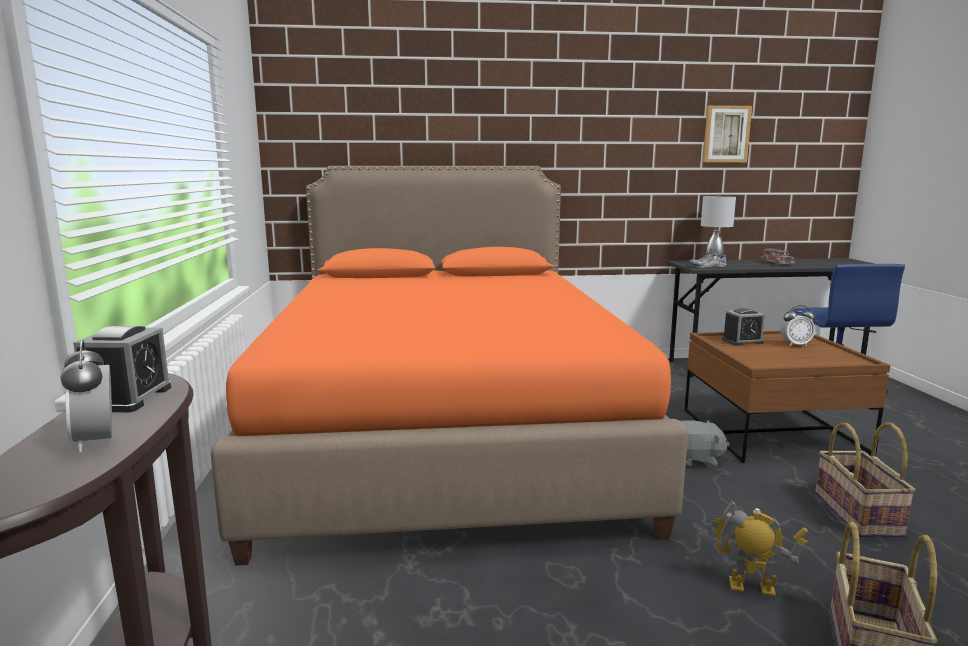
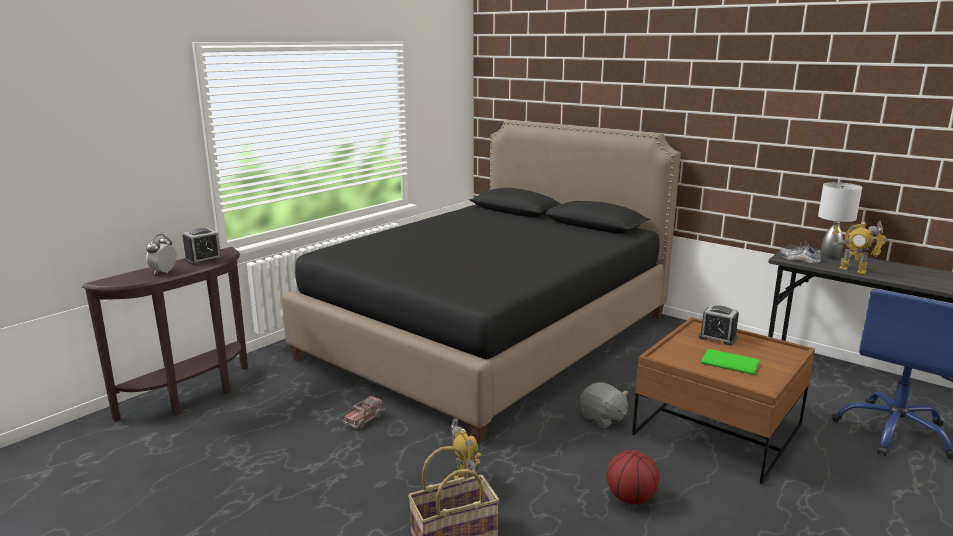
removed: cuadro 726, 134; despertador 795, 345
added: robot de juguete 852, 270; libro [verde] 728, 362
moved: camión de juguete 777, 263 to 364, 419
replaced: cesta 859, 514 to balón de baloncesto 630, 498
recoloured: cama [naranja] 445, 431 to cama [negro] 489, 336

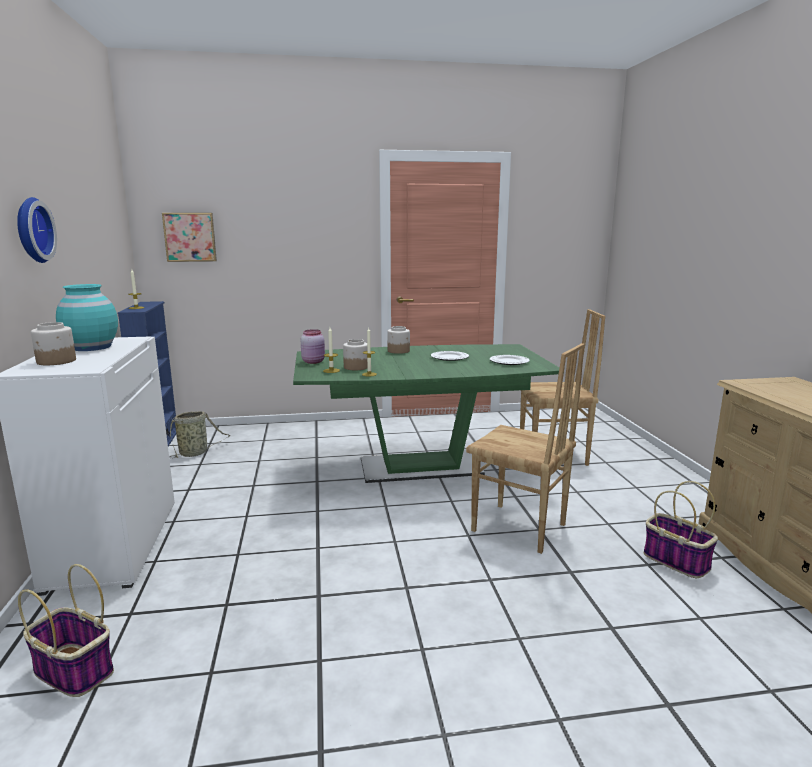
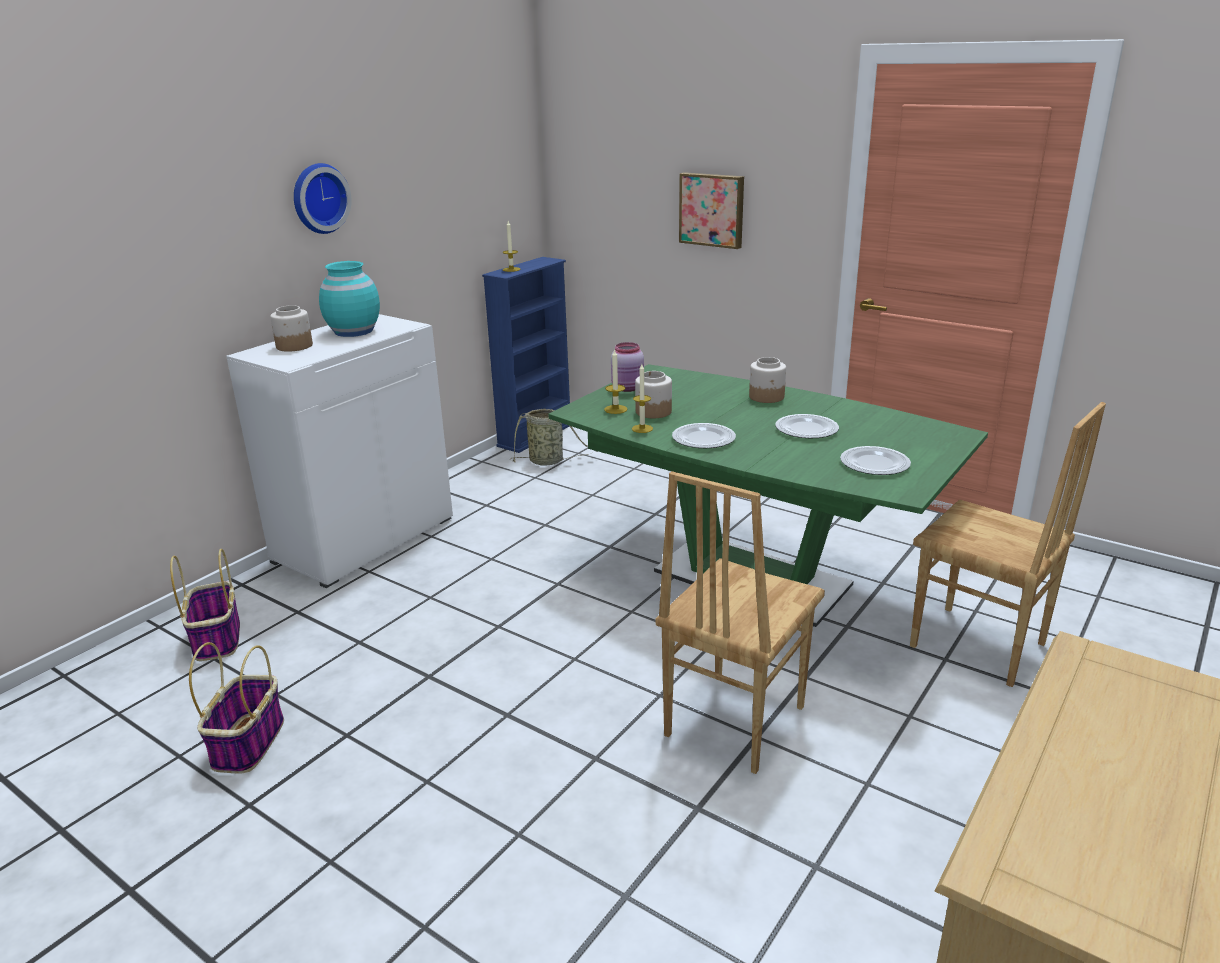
added: plato 703, 439
moved: cuadro 190, 237 to 712, 209; cesta 674, 560 to 248, 742
turned: silla [marrón] 518, 528 = 732, 721 45 degrees clockwise

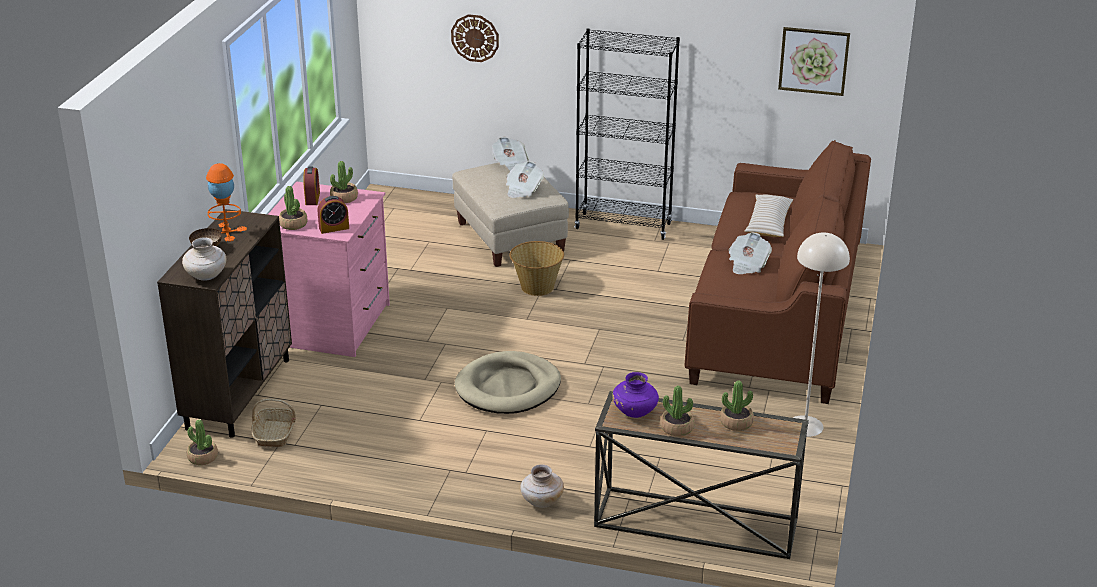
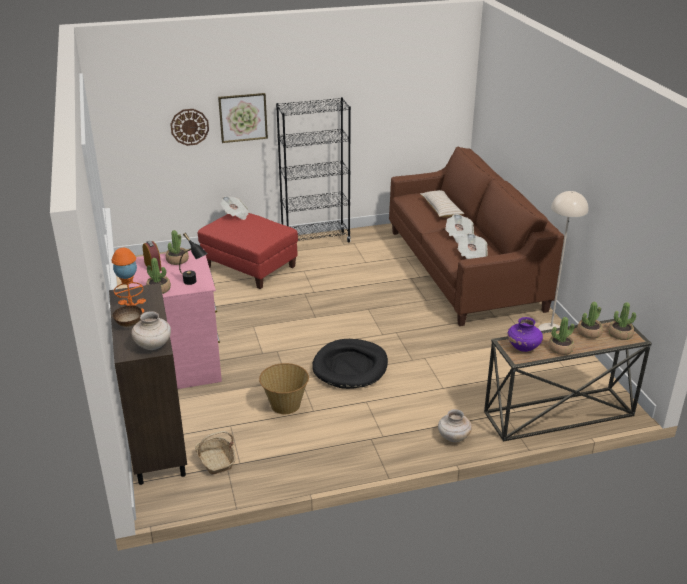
moved: cuadro 813, 60 to 243, 117; periódico 523, 190 to 472, 257; cesta 537, 287 to 285, 405; planta en maceta 202, 457 to 620, 334
replaced: despertador 334, 228 to lámpara de mesa [negro] 194, 283
recoloured: puf [beis] 510, 238 to puf [rojo] 250, 268; cama para perro [beis] 508, 387 to cama para perro [negro] 350, 367

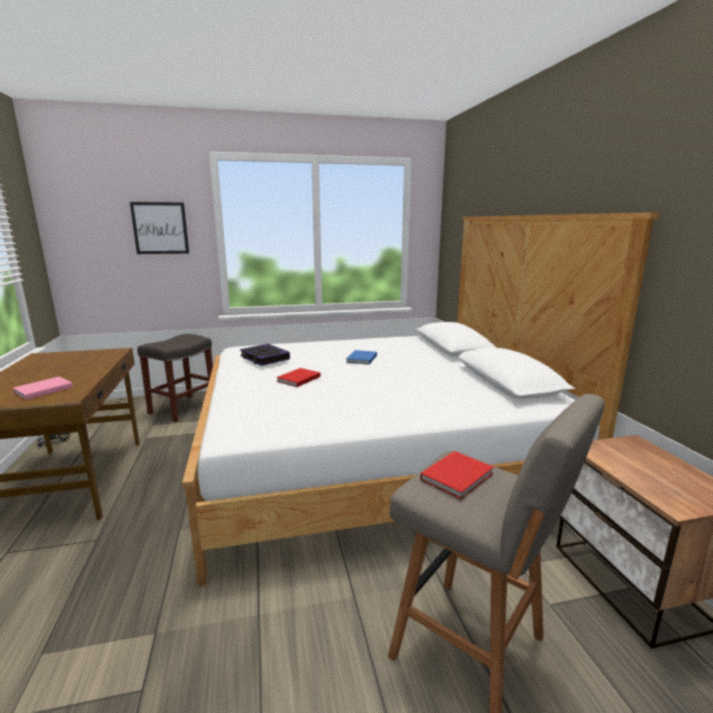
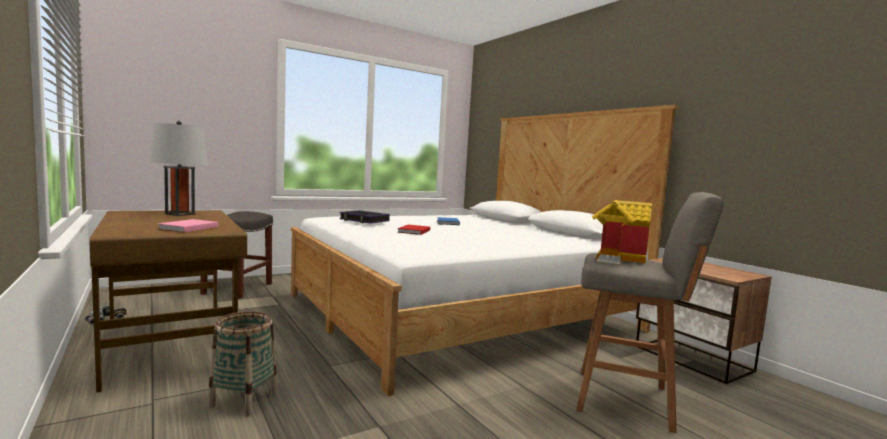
removed: cuadro 160, 228
added: lámpara de mesa [gris] 179, 214; cesta 243, 399
replaced: libro [rojo] 459, 476 to casita 617, 258

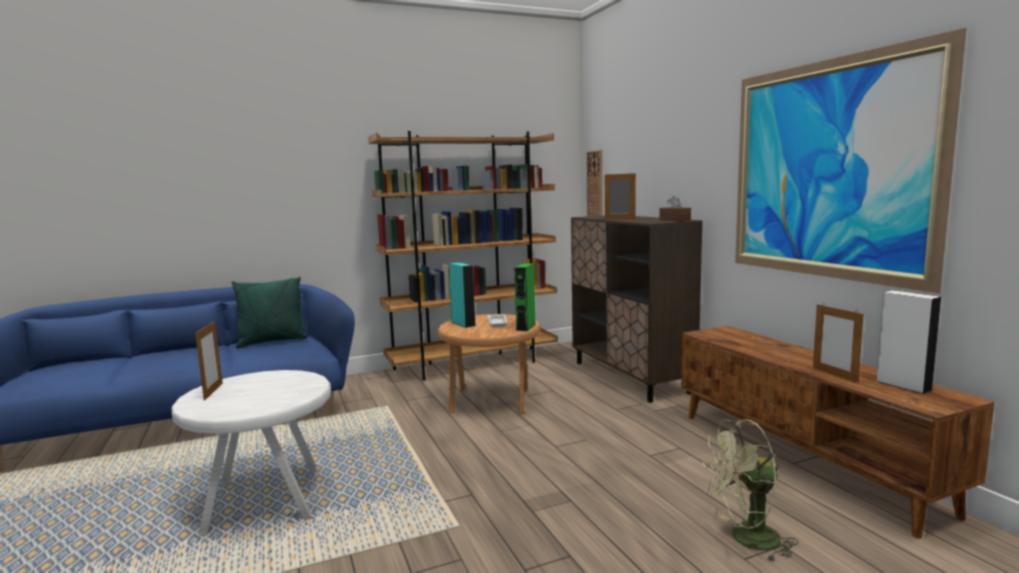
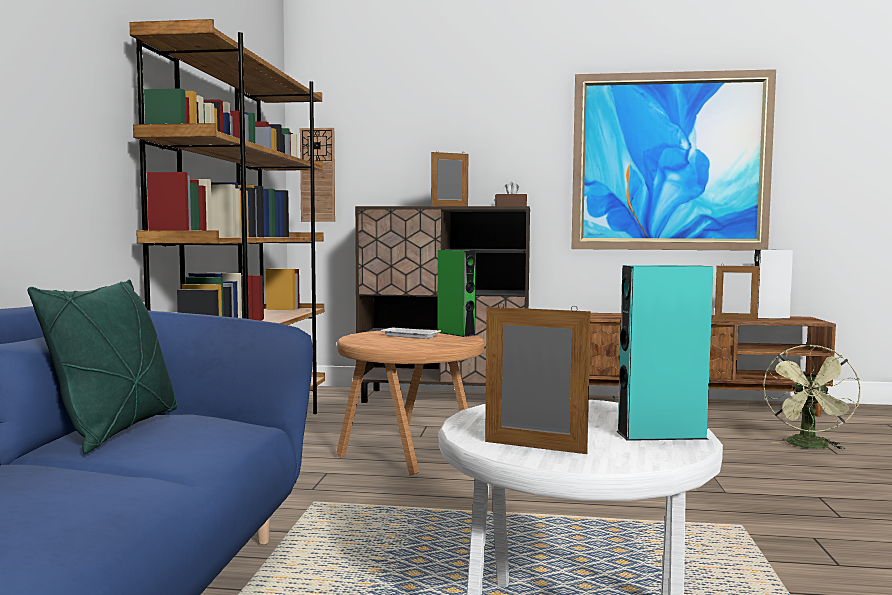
moved: altavoz [turquesa] 463, 324 to 661, 435

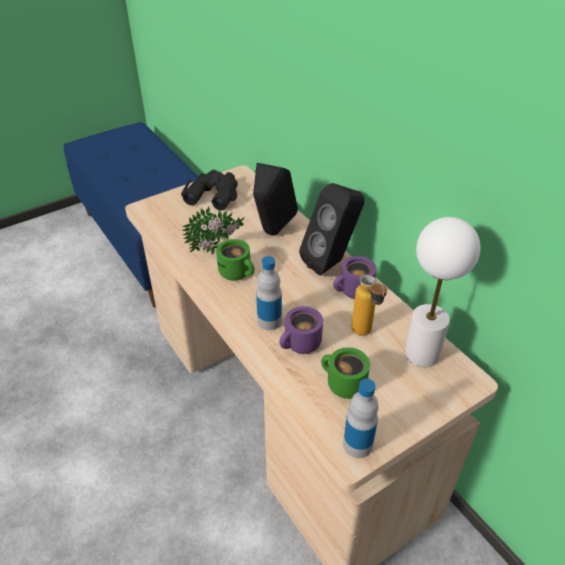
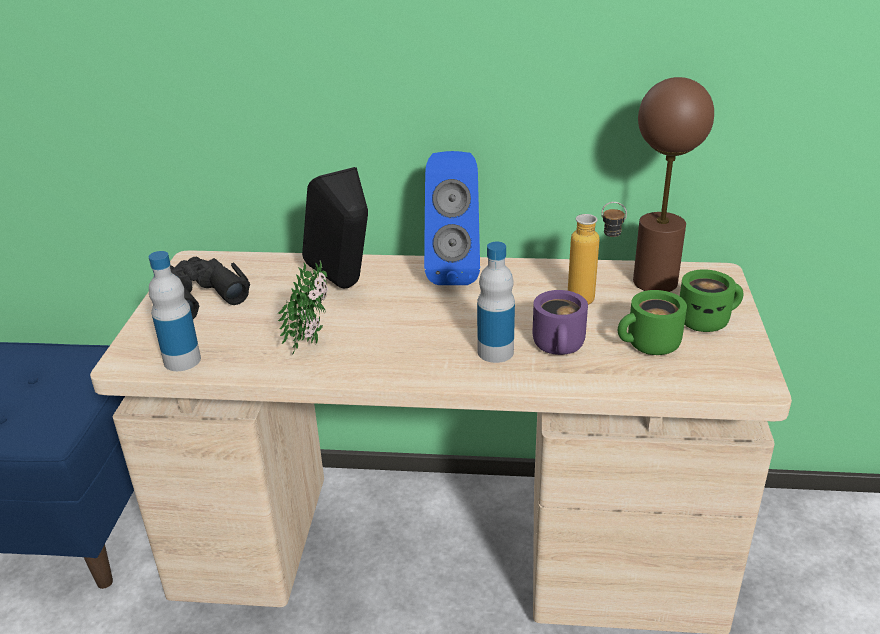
removed: taza grande [morado] 354, 292
moved: taza grande [verde] 238, 272 to 705, 320; botella 357, 444 to 182, 360
recoloured: altavoz [negro] 332, 262 to altavoz [azul] 453, 271; lámpara de mesa [blanco] 421, 353 to lámpara de mesa [marrón] 654, 282

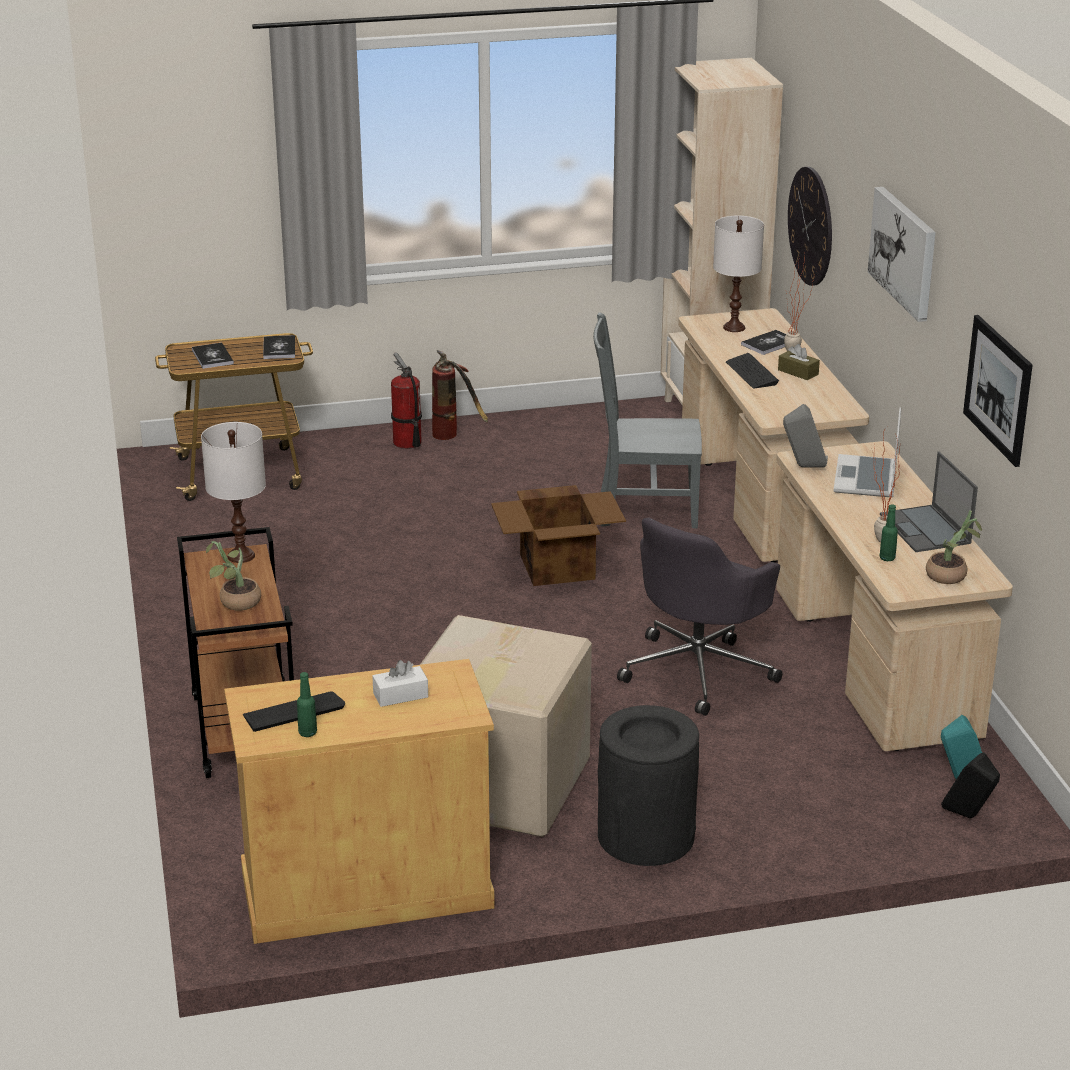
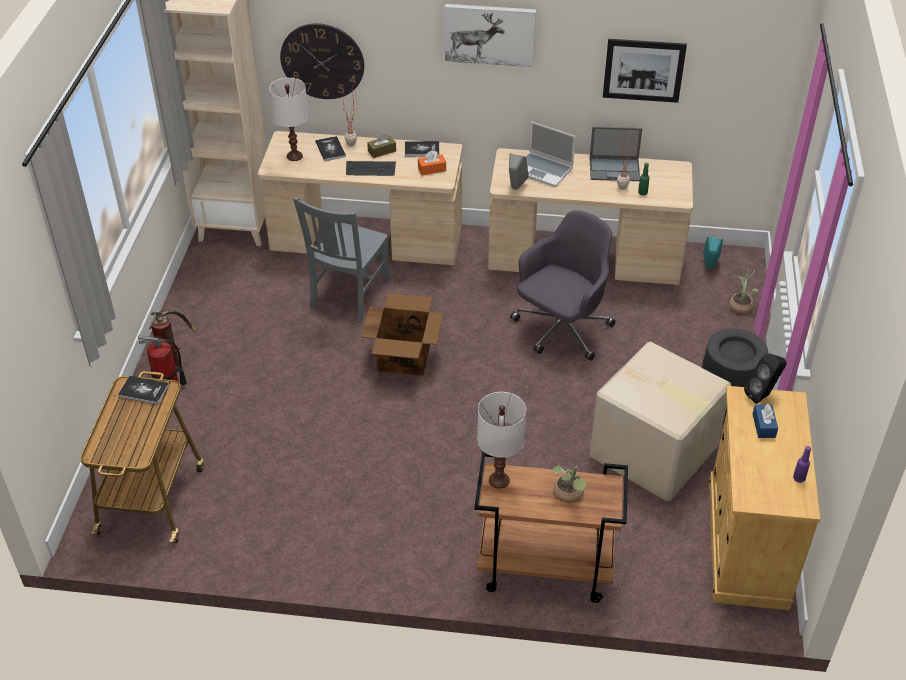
removed: teclado 293, 712
added: caja de pañuelos [naranja] 432, 169
moved: libro 212, 357 to 422, 149; planta en maceta 951, 576 to 741, 305; altavoz [negro] 968, 816 to 762, 395
recoloured: caja de pañuelos [blanco] 400, 695 to caja de pañuelos [azul] 763, 425; botella [verde] 307, 733 to botella [morado] 799, 478
turned: silla de oficina [gris] 699, 670 = 561, 330 105 degrees counterclockwise

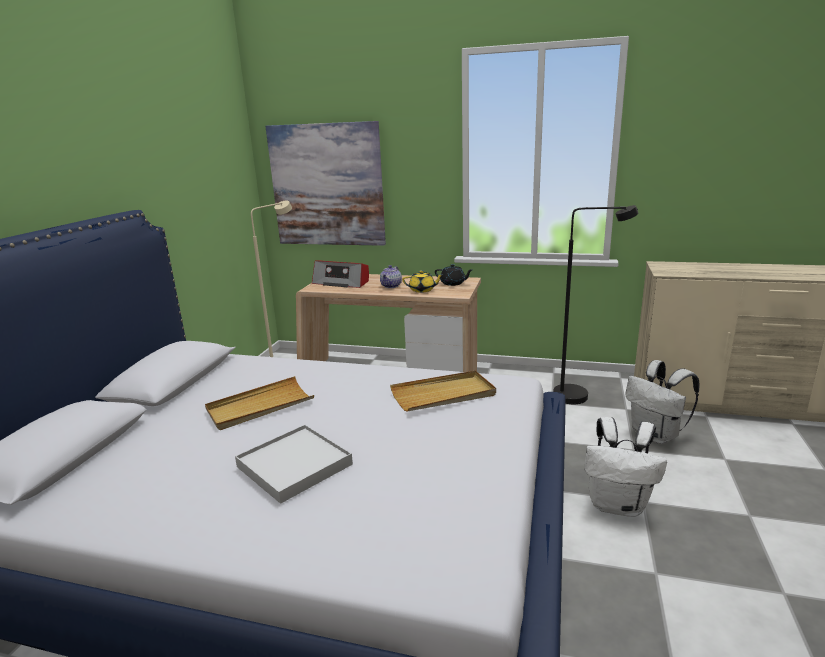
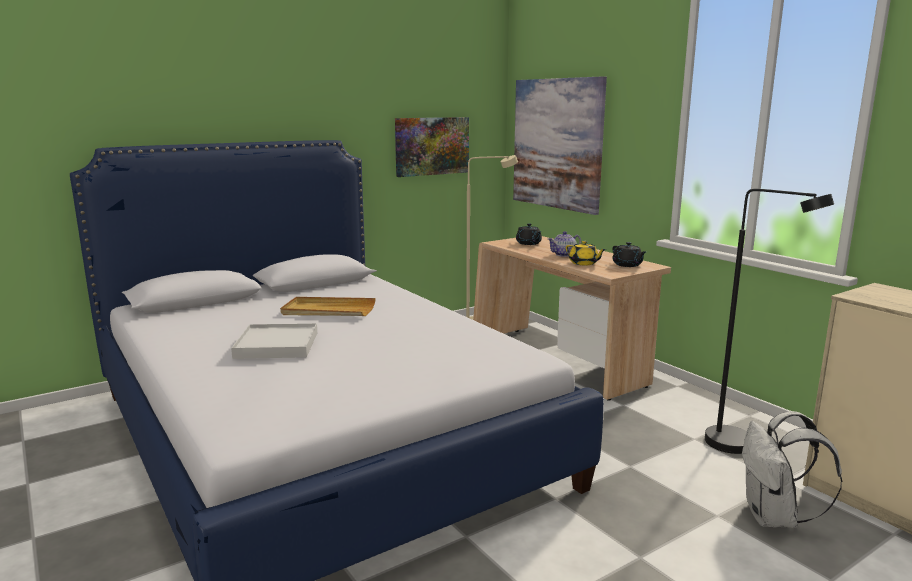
removed: bandeja [beis] 443, 395; mochila [blanco] 618, 505
added: cuadro 432, 146
replaced: radio 342, 282 to tetera [negro] 528, 243

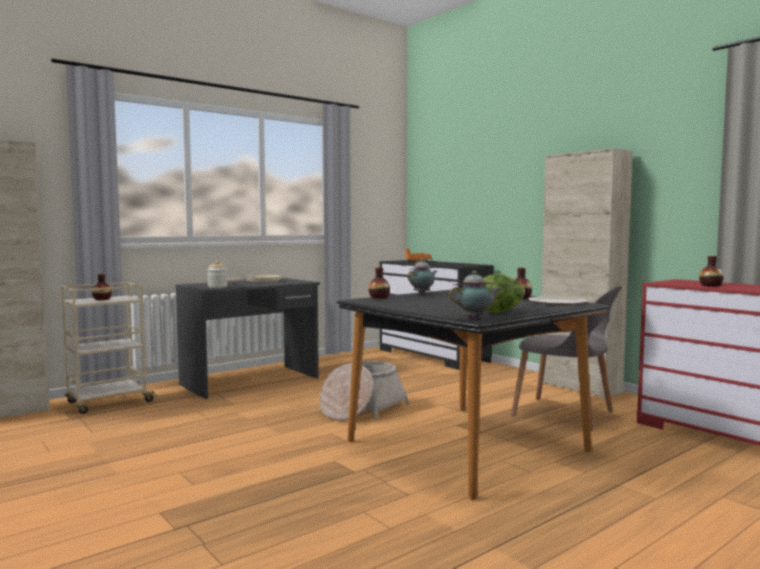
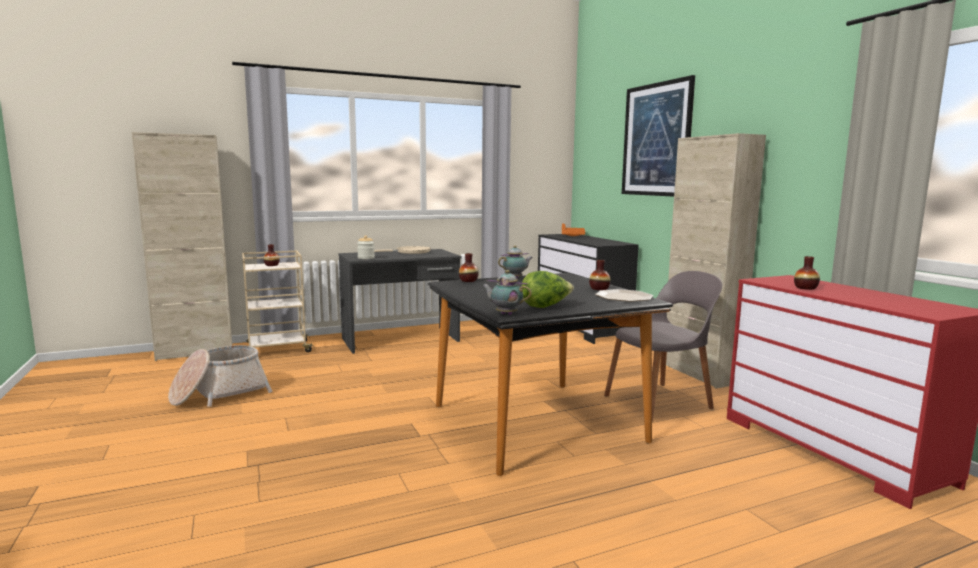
added: cuadro 656, 140
moved: cesta 361, 409 to 219, 394
turned: tetera 475, 319 = 505, 314 150 degrees counterclockwise; silla [gris] 565, 414 = 660, 401 75 degrees counterclockwise

